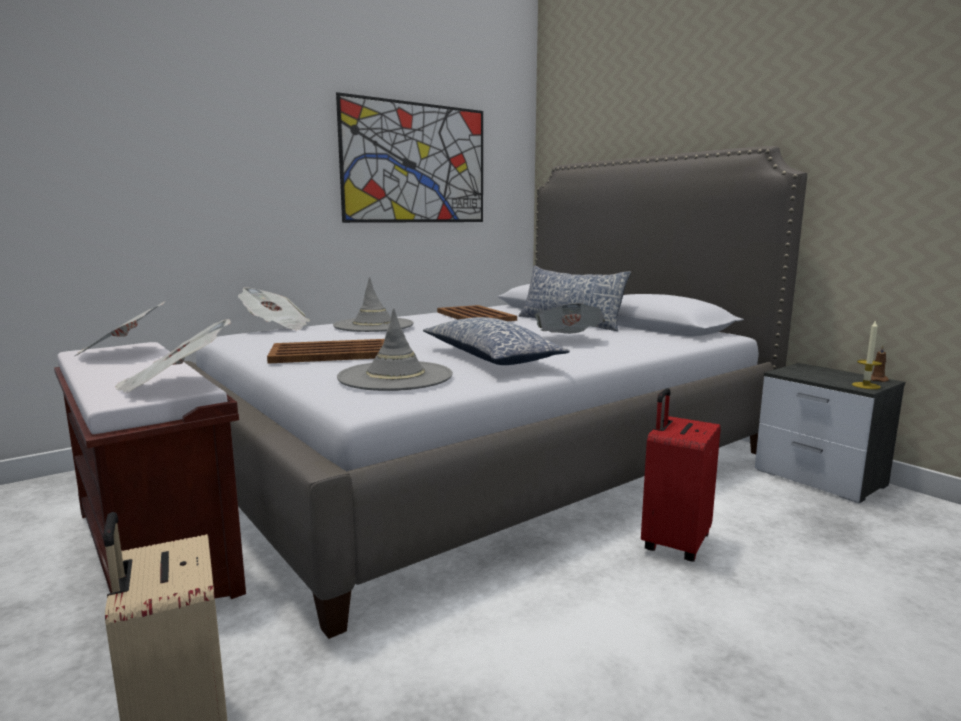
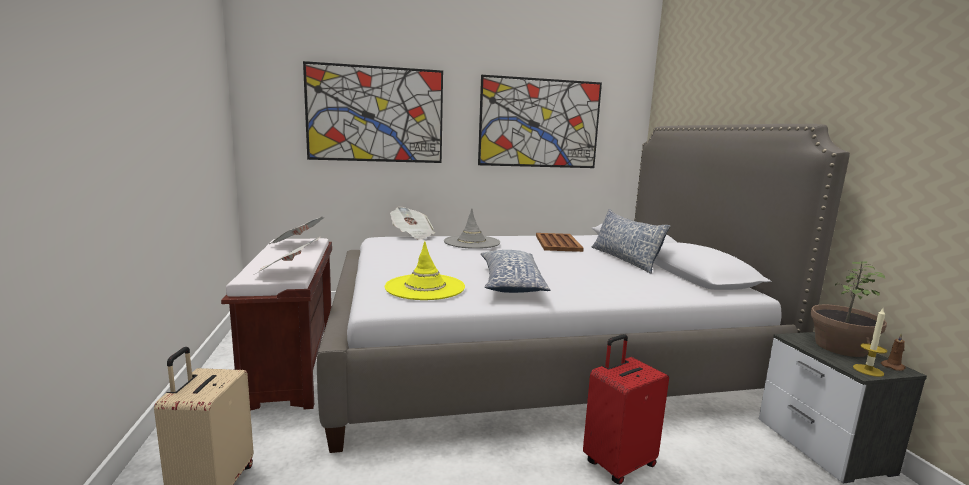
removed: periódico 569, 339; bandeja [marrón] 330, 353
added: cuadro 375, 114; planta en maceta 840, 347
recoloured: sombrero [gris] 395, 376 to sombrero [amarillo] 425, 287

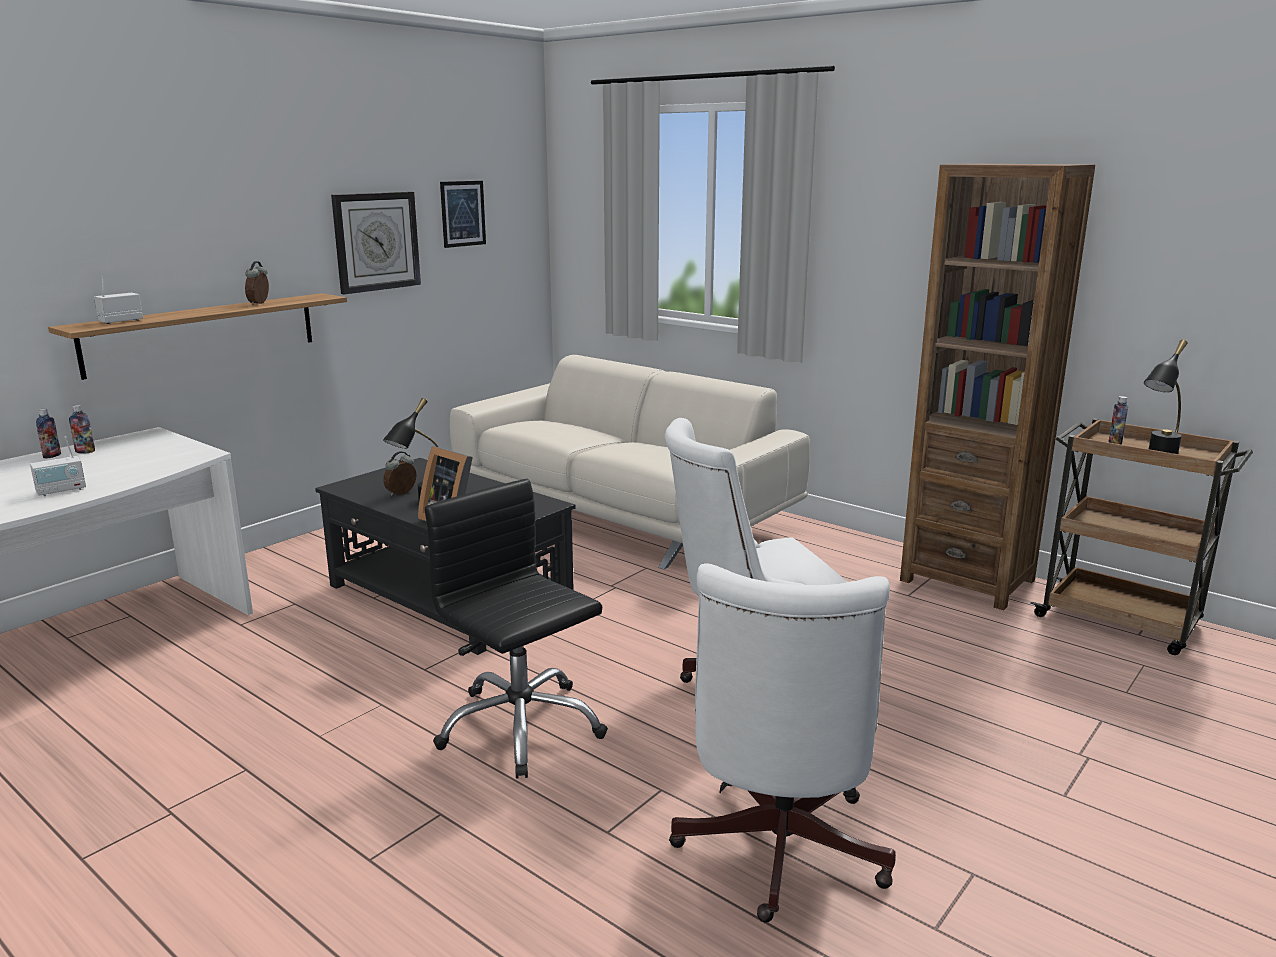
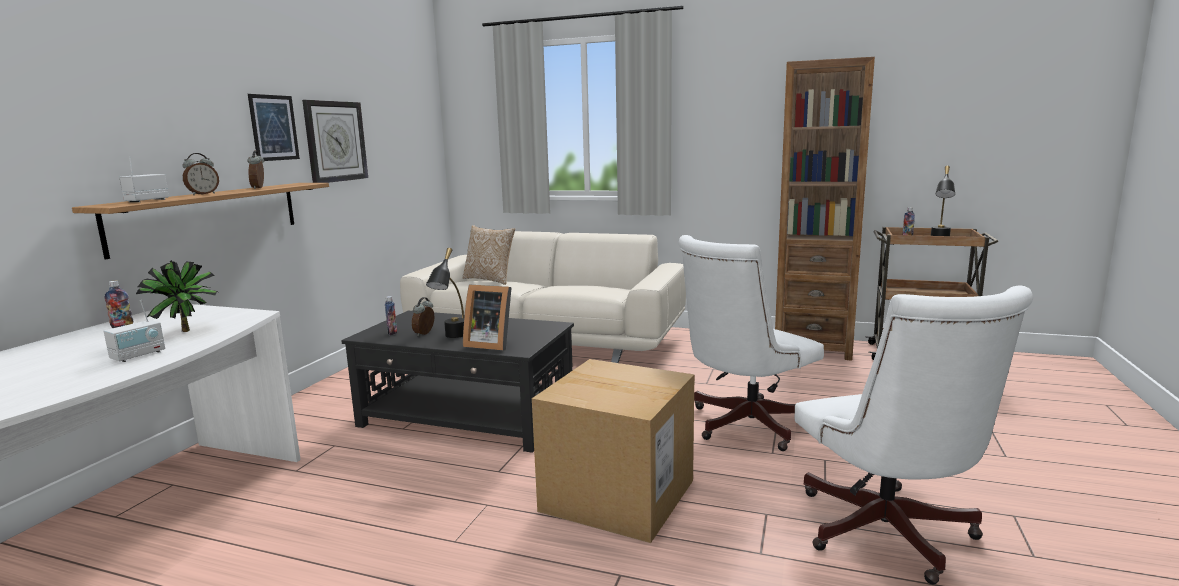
added: despertador 203, 194; cojín 490, 279; planta en maceta 187, 332
moved: cuadro 463, 213 to 274, 128; botella 52, 456 to 392, 333
replaced: silla de oficina [negro] 520, 727 to caja de cartón 618, 495

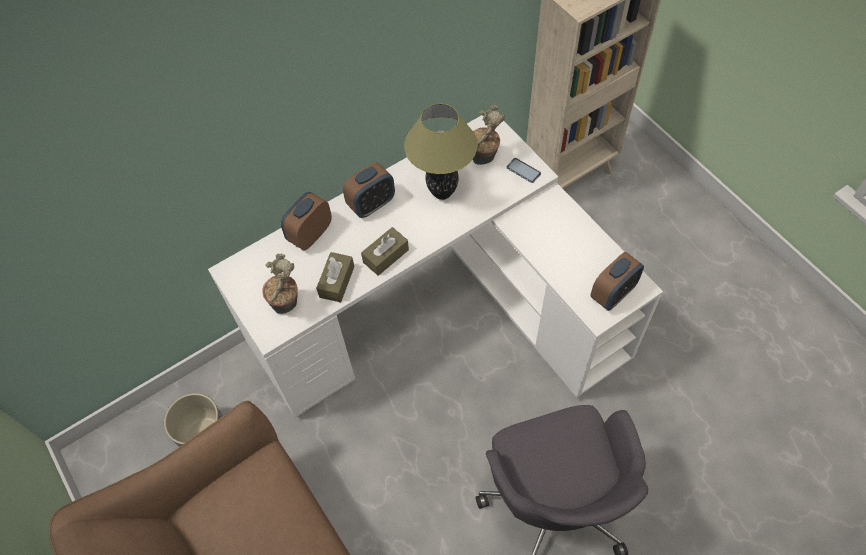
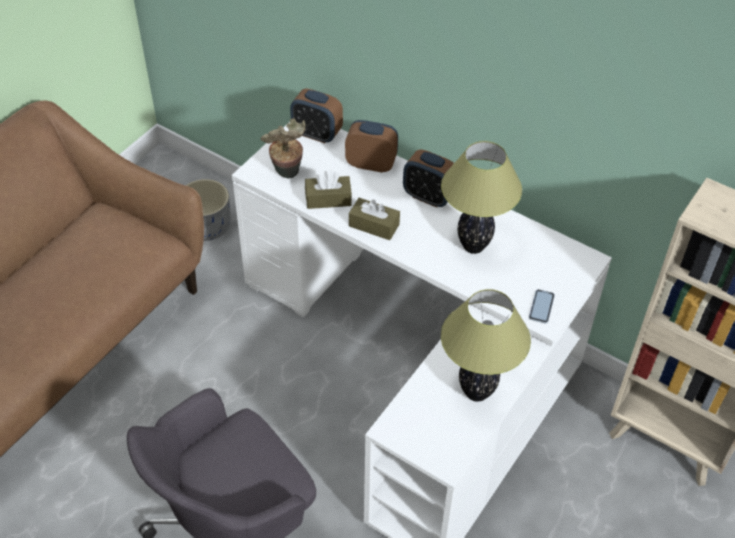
removed: planta en maceta 485, 159
added: lámpara de mesa 476, 393
moved: despertador 613, 294 to 317, 134

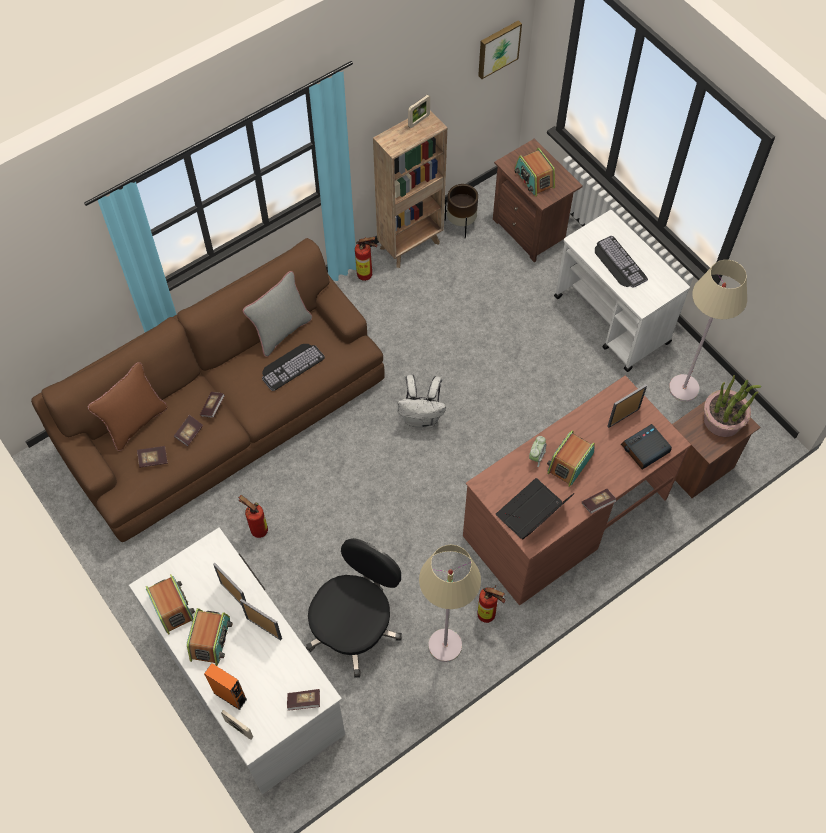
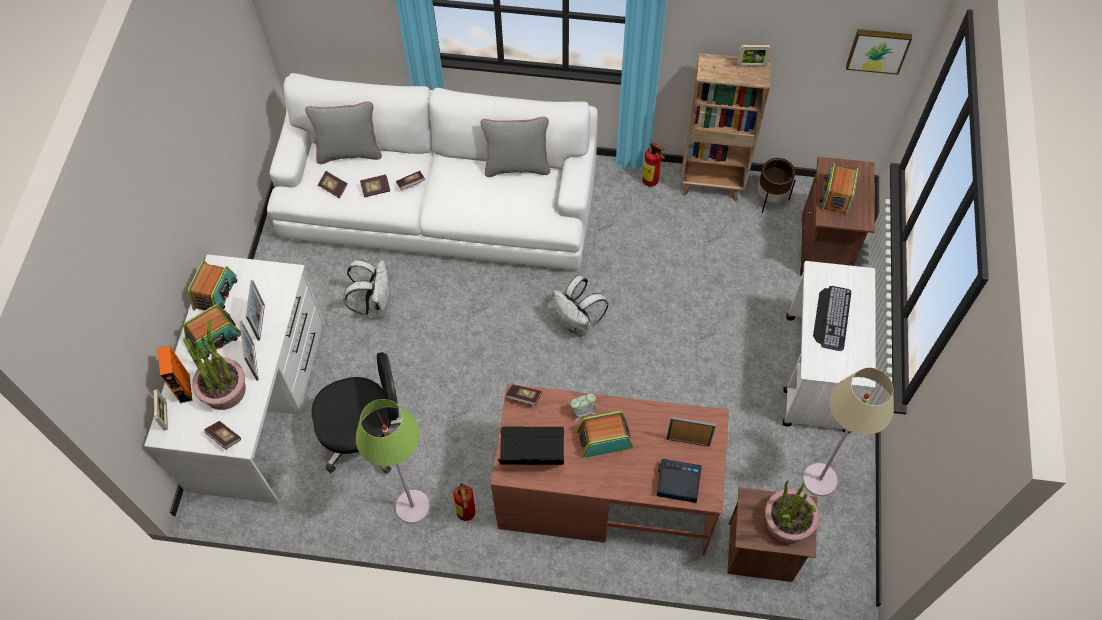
removed: teclado 291, 365
added: planta en maceta 224, 389
moved: libro 598, 504 to 524, 397
replaced: extintor 257, 529 to mochila [blanco] 375, 305
recoloured: sofá [marrón] 225, 416 to sofá [blanco] 439, 206; cojín [marrón] 135, 423 to cojín [gris] 349, 152; lámpara de pie [beis] 444, 645 to lámpara de pie [verde] 412, 506

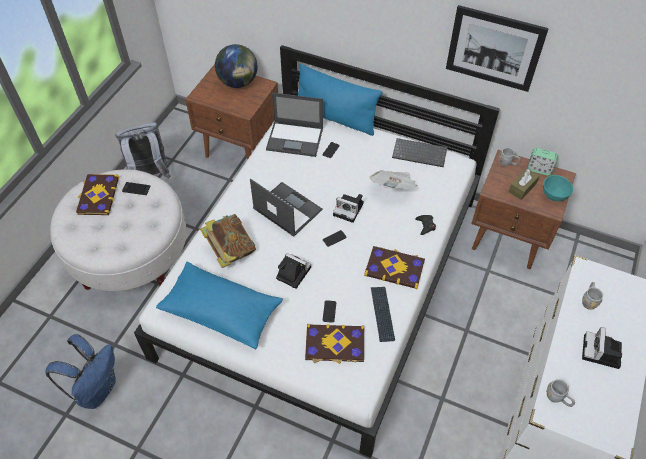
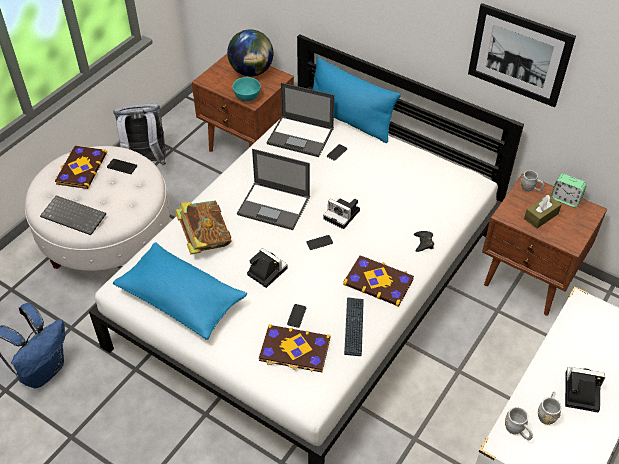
removed: periódico 393, 187
moved: teclado 420, 153 to 75, 216; cuenco [turquesa] 553, 195 to 247, 97; taza grande [gris] 588, 300 to 547, 413
turned: portátil 286, 209 = 275, 206 150 degrees clockwise; cámara 601, 353 = 579, 392 75 degrees clockwise

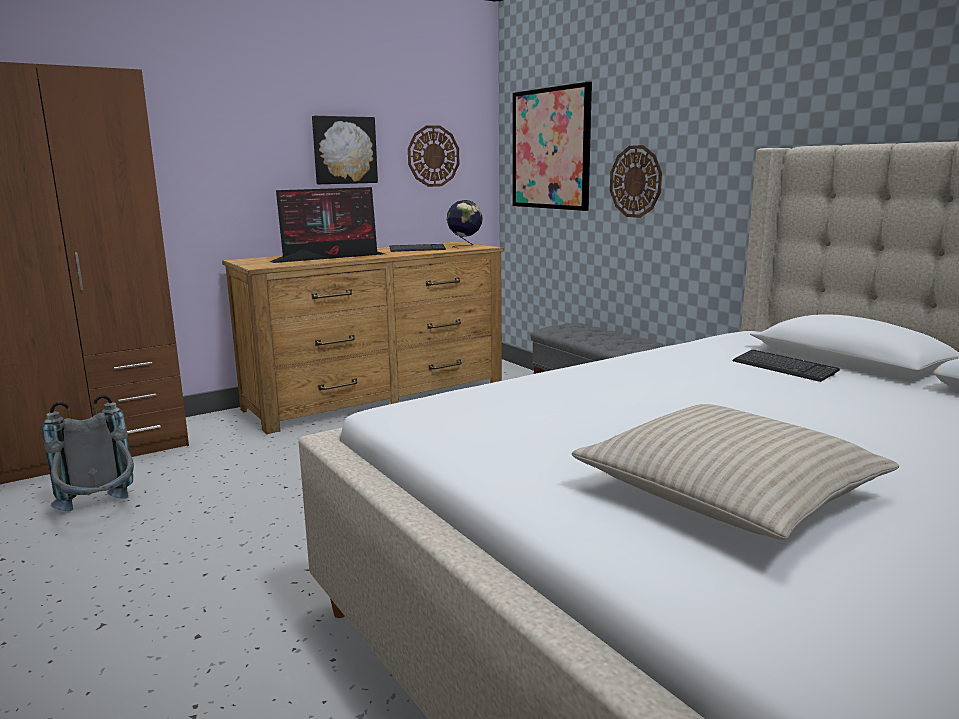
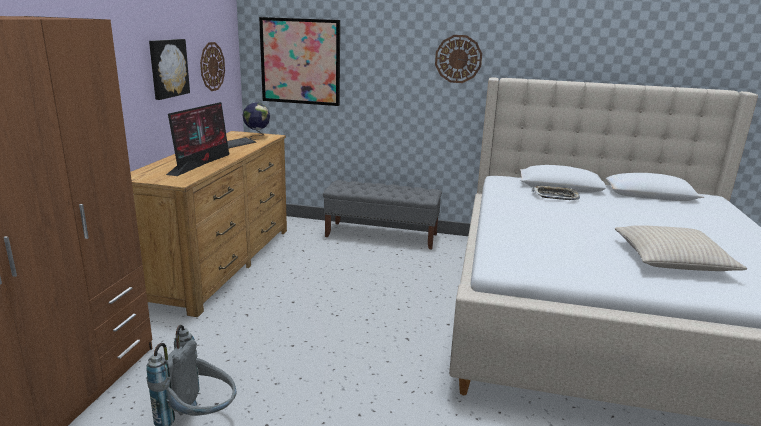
moved: reloj de pared 636, 181 to 458, 59
replaced: teclado 784, 368 to bandeja 555, 196

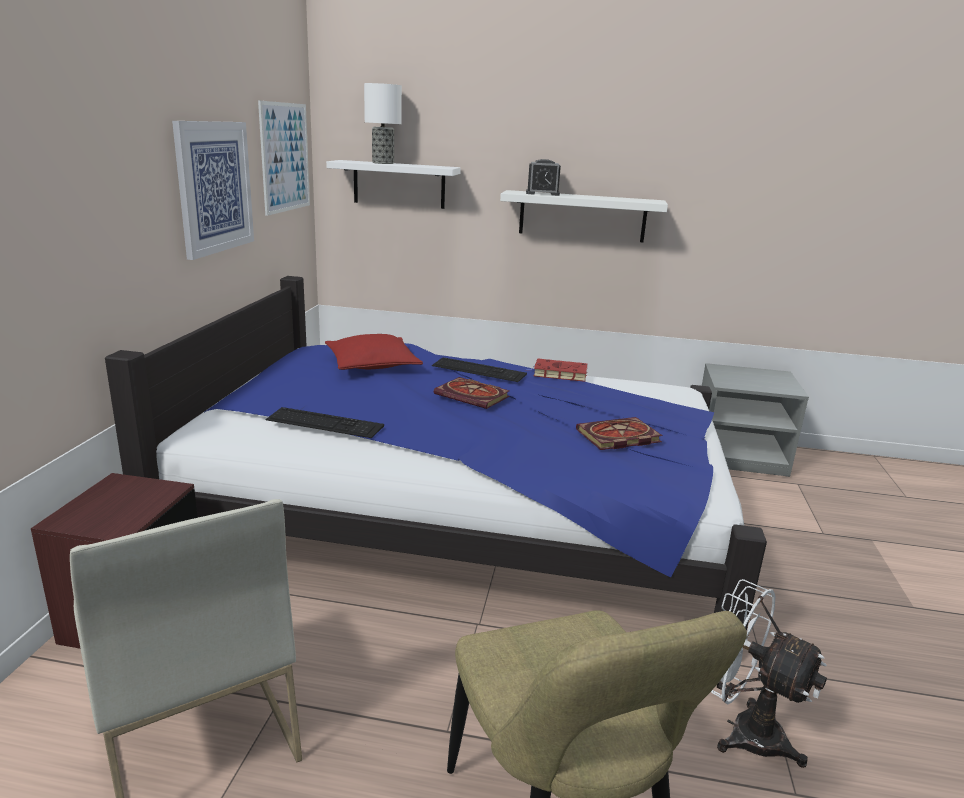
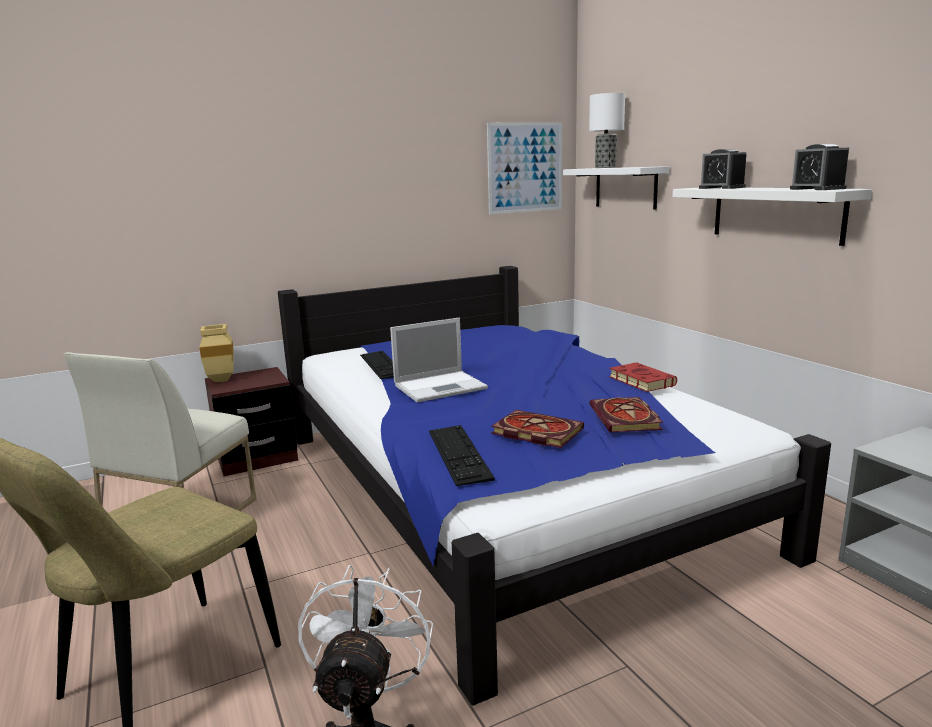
removed: cuadro 214, 187; cojín [rojo] 372, 365
added: despertador 817, 189; portátil 441, 386; florero [beis] 219, 380
moved: teclado 478, 370 to 458, 453; libro 474, 396 to 627, 419

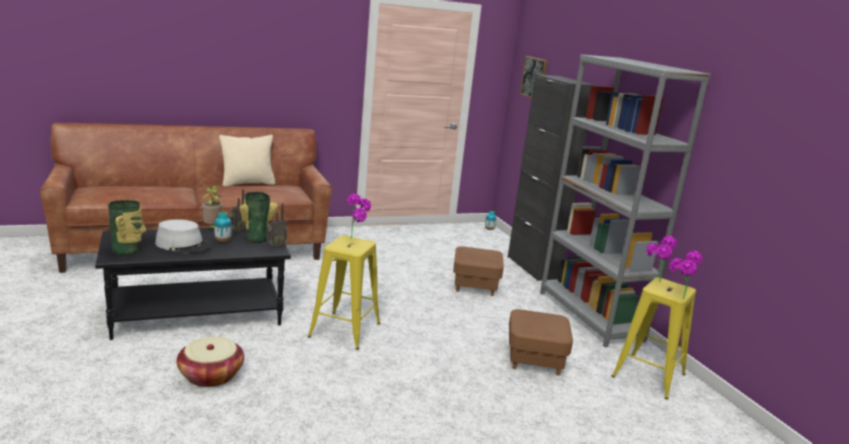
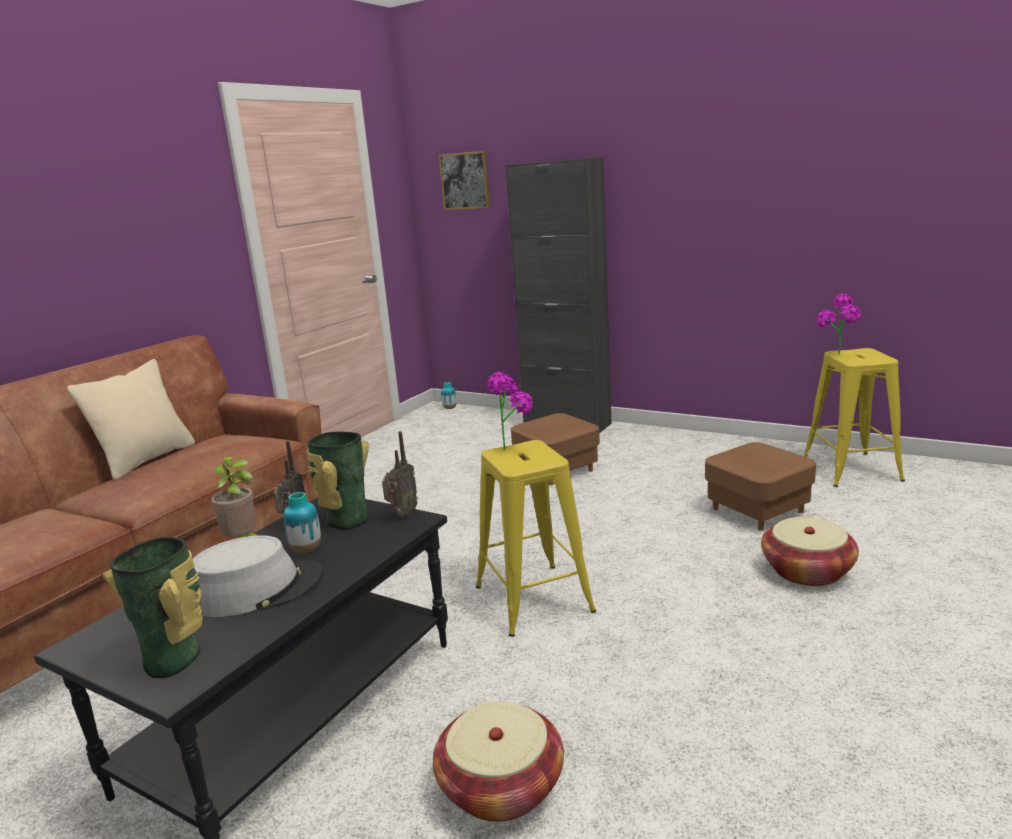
removed: estantería [gris] 590, 316; planta en maceta 677, 299
added: cesta 807, 571

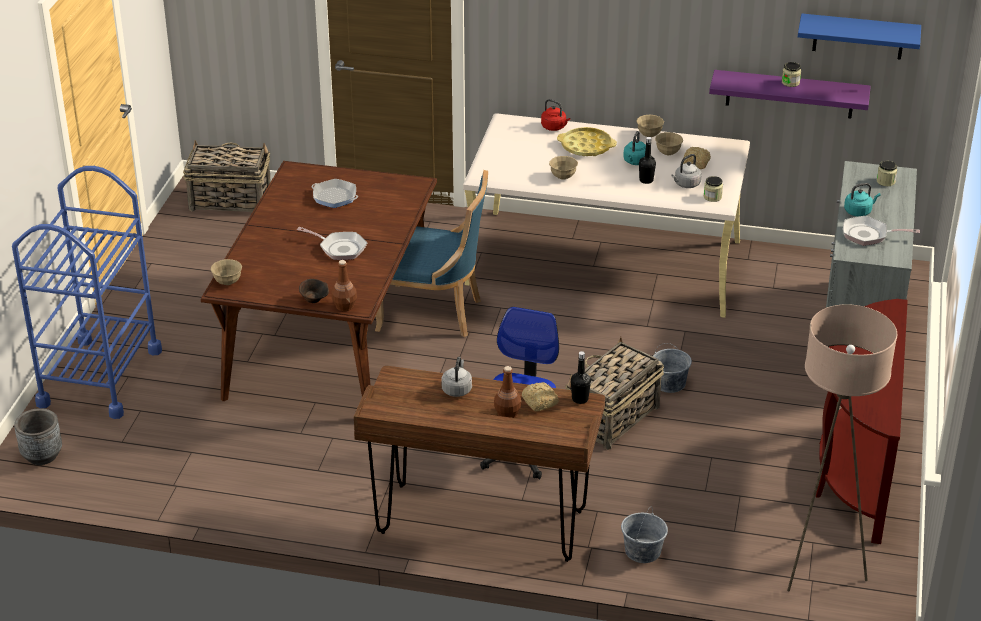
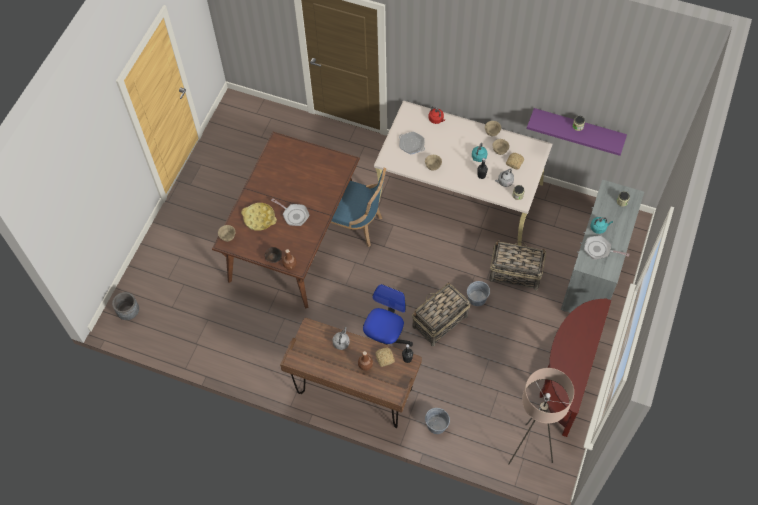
removed: estante [azul] 858, 36; carrito [azul] 100, 377
moved: bandeja [amarillo] 586, 146 to 259, 218; cesta 229, 200 to 514, 273; sartén 335, 197 to 411, 145

